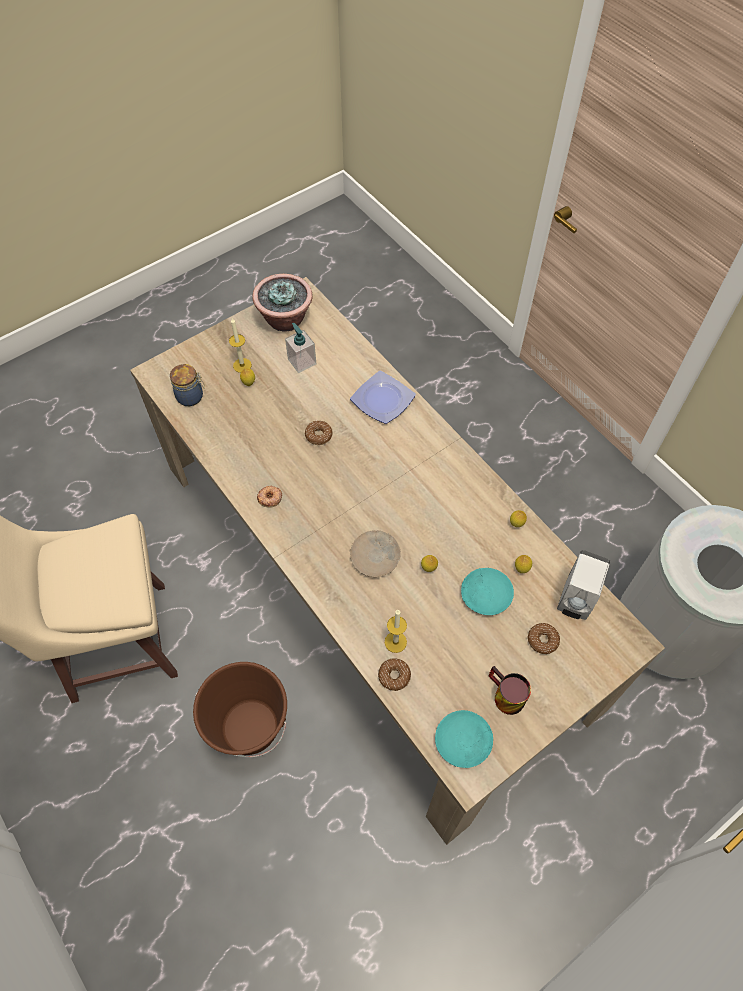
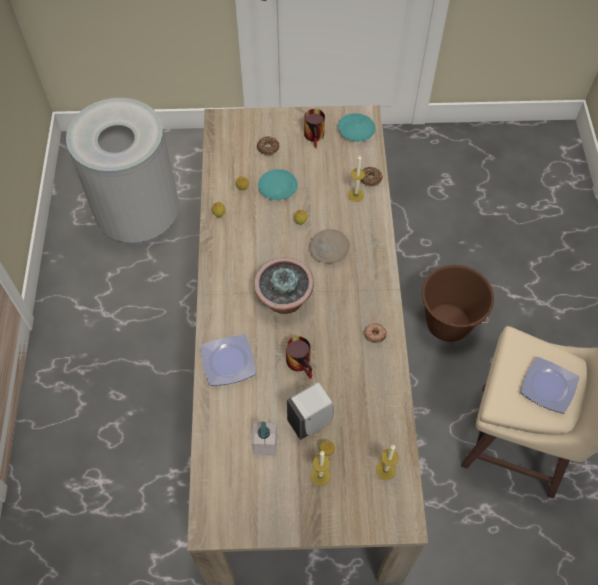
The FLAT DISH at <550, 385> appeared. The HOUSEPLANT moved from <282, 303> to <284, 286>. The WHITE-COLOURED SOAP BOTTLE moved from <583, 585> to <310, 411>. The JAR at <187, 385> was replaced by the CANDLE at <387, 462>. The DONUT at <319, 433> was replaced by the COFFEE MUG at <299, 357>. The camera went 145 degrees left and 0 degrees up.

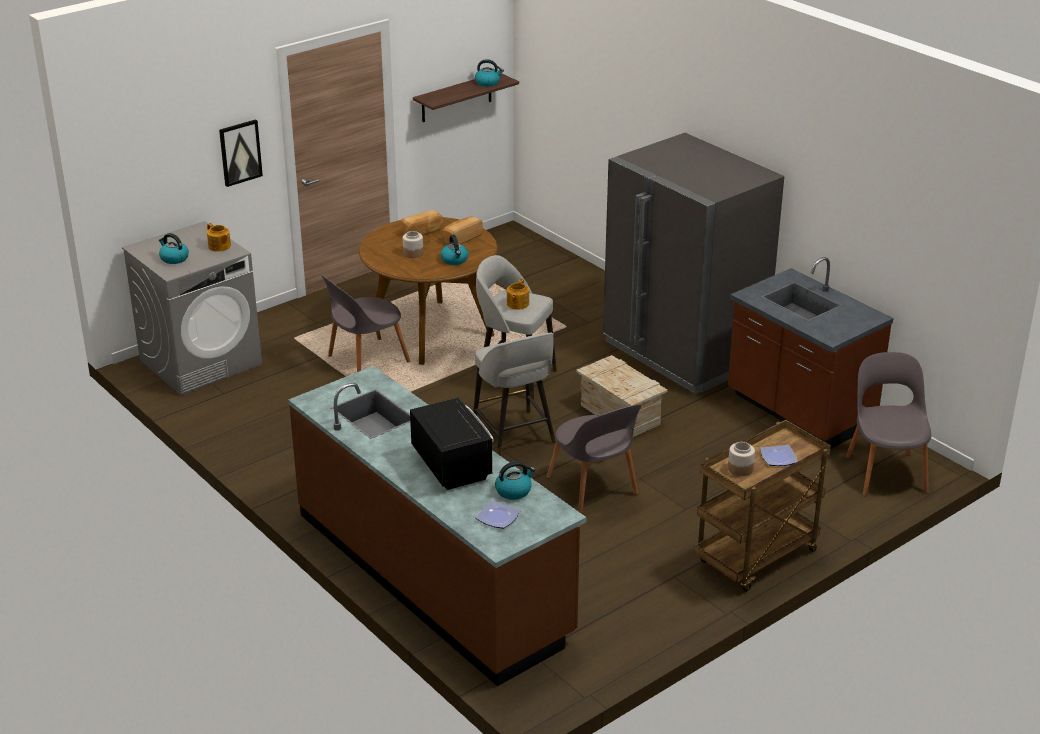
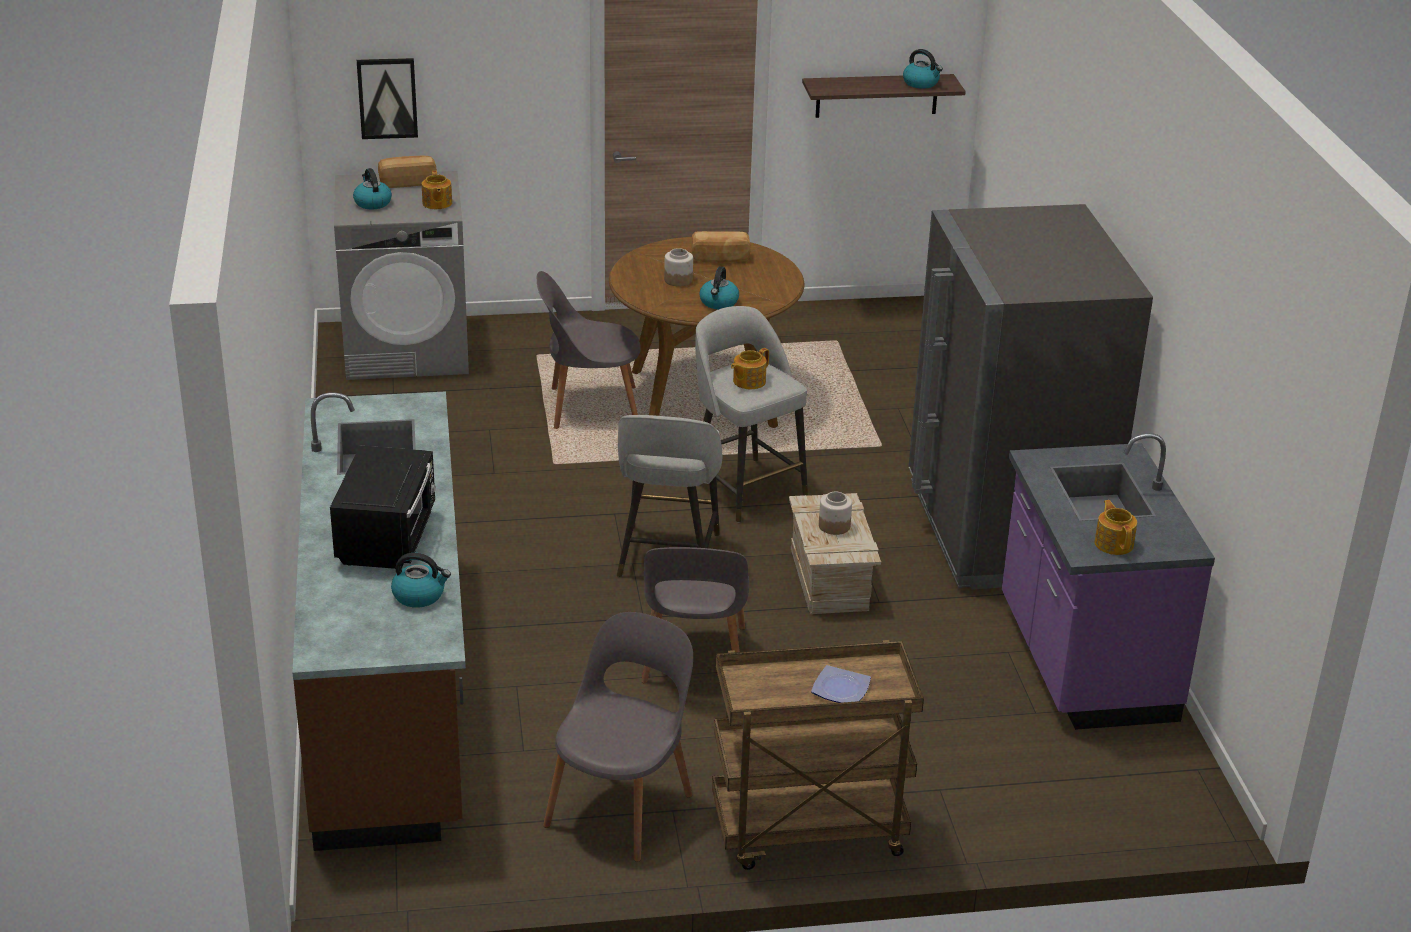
The FLAT DISH at <498, 515> disappeared. The TEA POT at <1116, 527> appeared. The WALL PICTURE moved from <241, 153> to <387, 98>. The BAKED BREAD moved from <463, 230> to <407, 172>. The JAR moved from <741, 459> to <835, 513>. The GREY CHAIR moved from <888, 424> to <618, 737>. The BROWN KITCHEN COUNTER at <810, 353> became the PURPLE-COLOURED KITCHEN COUNTER at <1108, 581>. The camera went 30 degrees right and 0 degrees up.

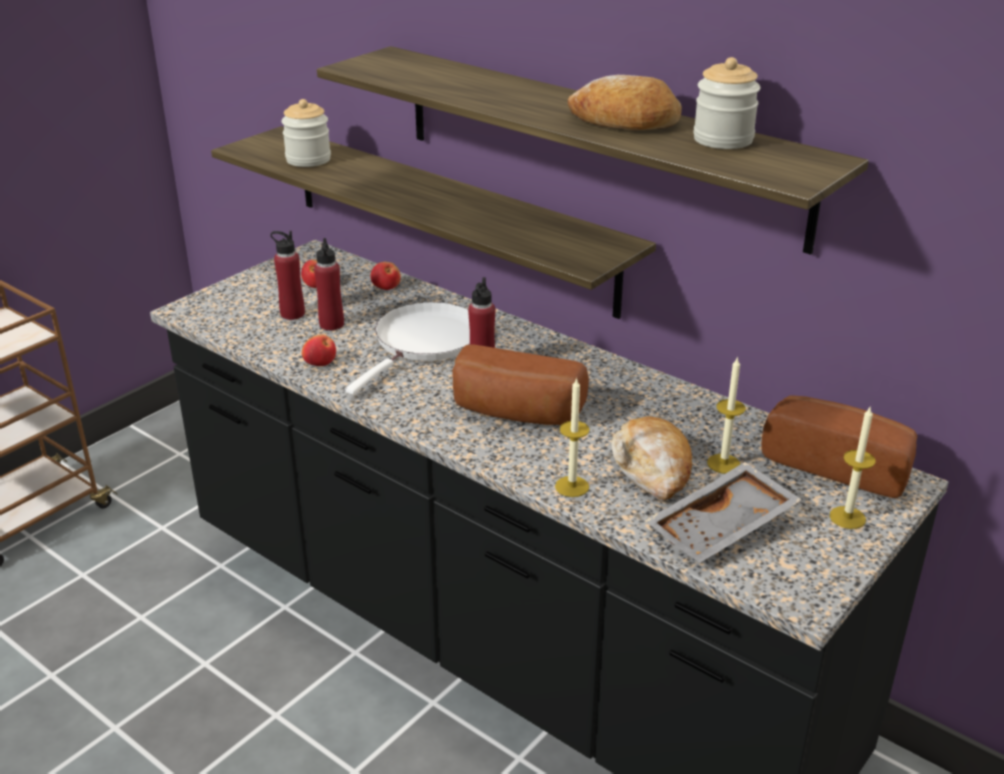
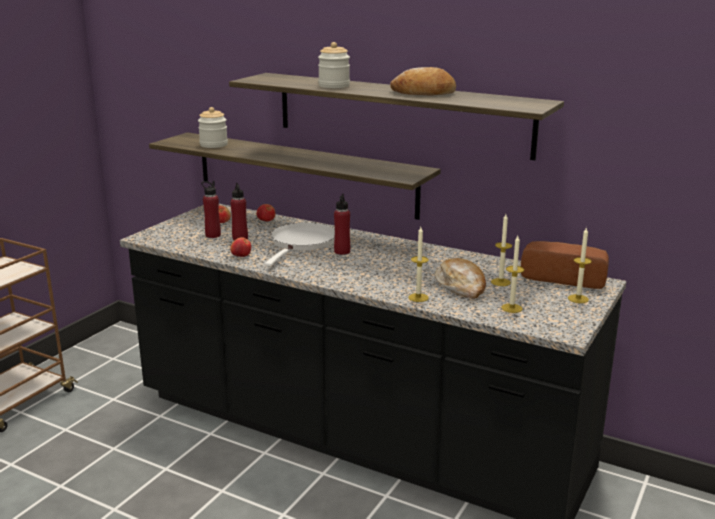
The BAKED BREAD at <520, 385> disappeared. The JAR moved from <726, 103> to <334, 65>. The GREY SERVING TRAY at <723, 512> was replaced by the CANDLE at <512, 274>. The camera went 10 degrees left and 10 degrees down.

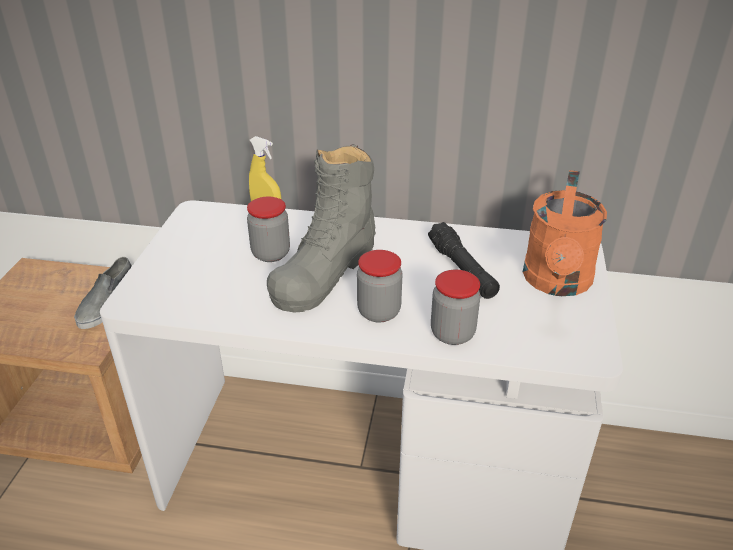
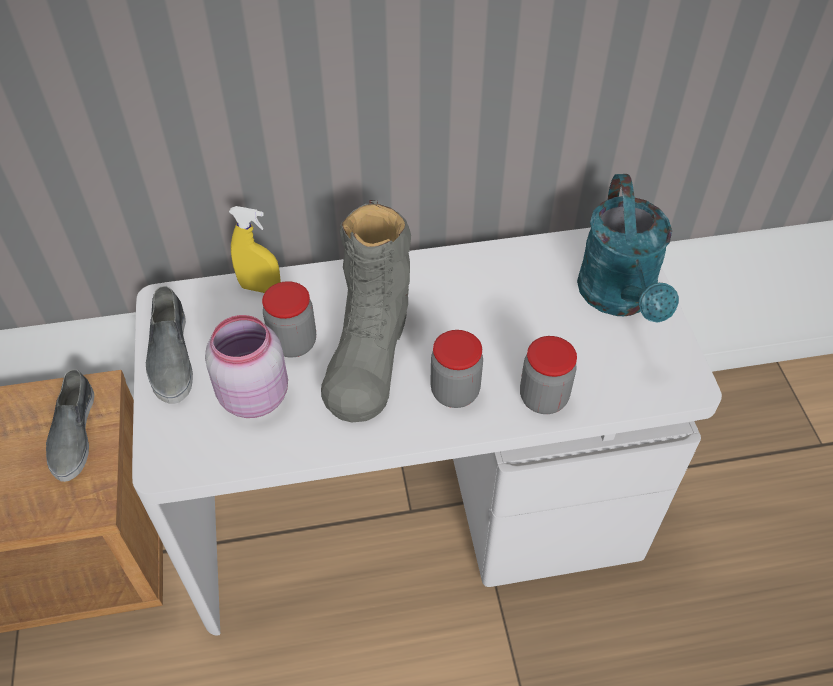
The BLACKISH FLASHLIGHT at <464, 260> disappeared. The GREY ITEM OF FOOTWEAR at <169, 345> appeared. The PINK JAR at <246, 366> appeared. The ORANGE-COLOURED WATERING CAN at <565, 233> became the TURQUOISE WATERING CAN at <628, 248>. The camera went 20 degrees left and 15 degrees up.

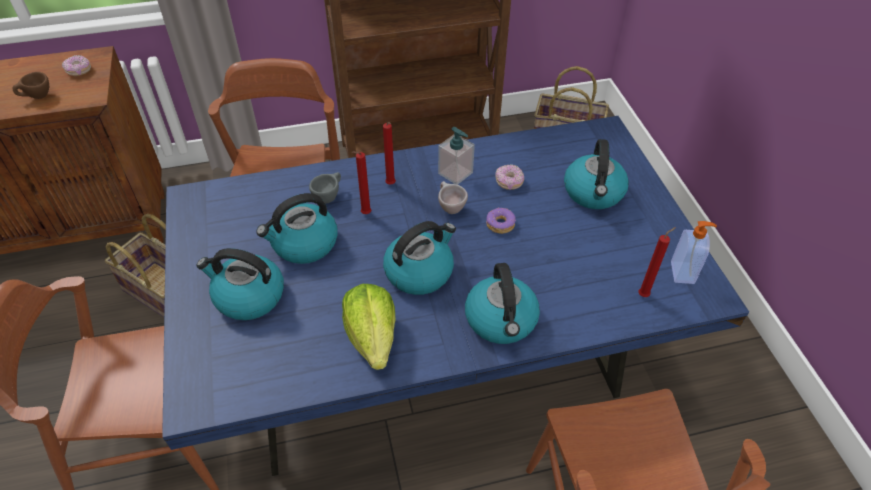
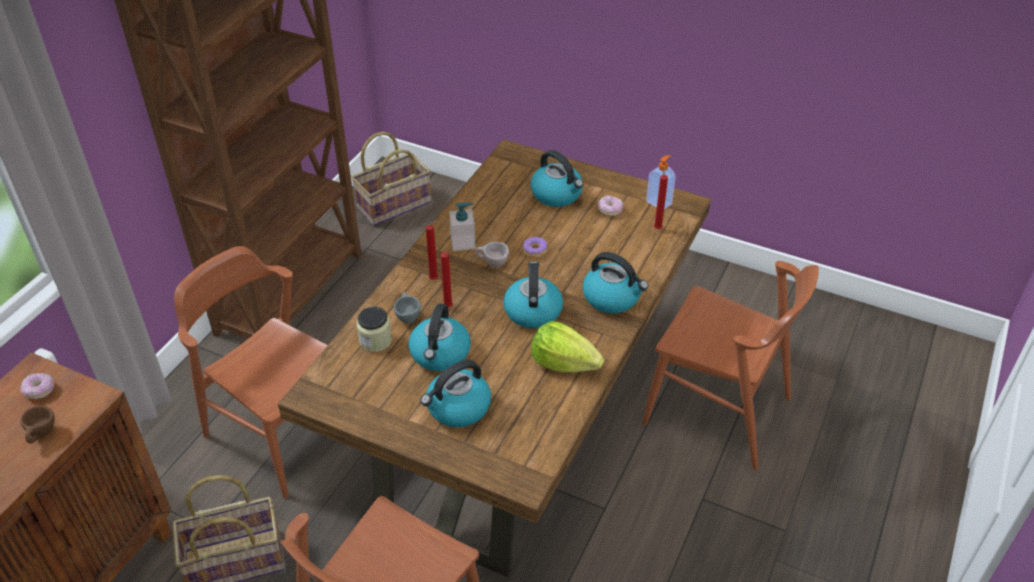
The JAR at <374, 329> appeared. The DONUT moved from <510, 177> to <610, 205>. The BLUE KITCHEN TABLE at <455, 296> became the BROWN KITCHEN TABLE at <494, 358>. The camera went 50 degrees left and 5 degrees down.

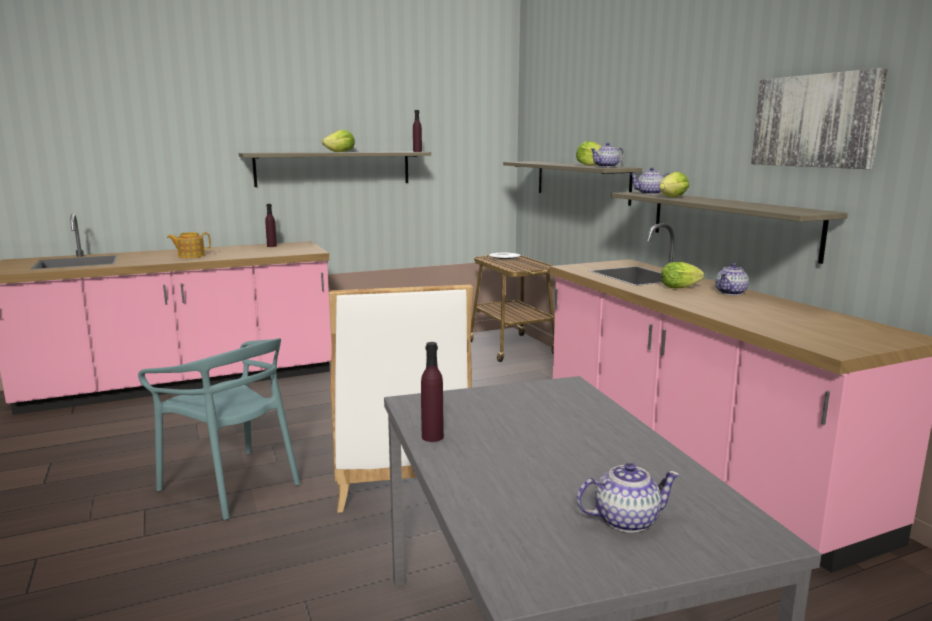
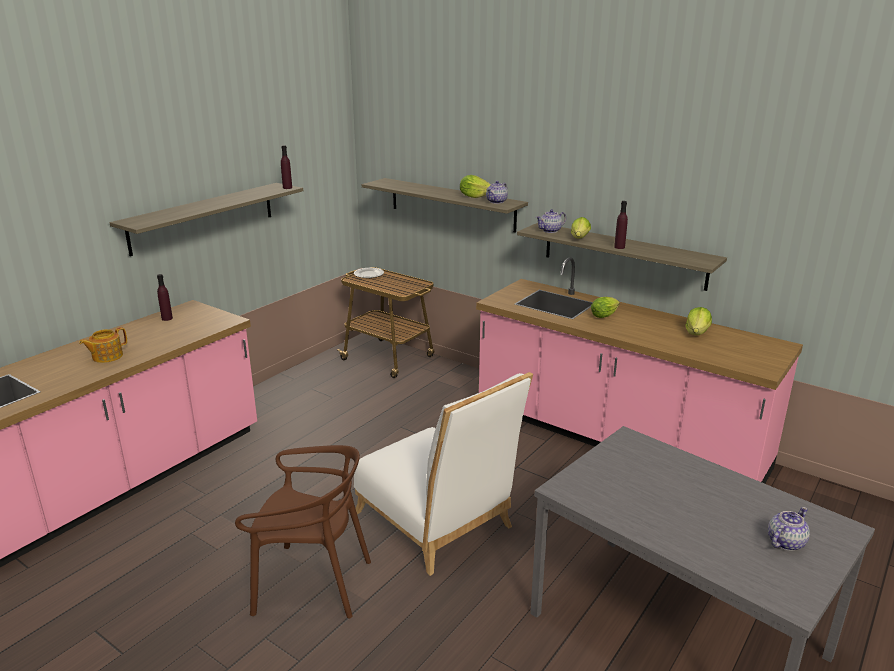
The TEA POT at <732, 279> disappeared. The WALL PICTURE at <819, 118> disappeared. The LETTUCE moved from <338, 141> to <698, 321>. The PURPLE-COLOURED DRINK BOTTLE moved from <432, 392> to <621, 225>. The TURQUOISE CHAIR at <219, 429> became the BROWN CHAIR at <303, 531>. The camera went 30 degrees left and 10 degrees up.

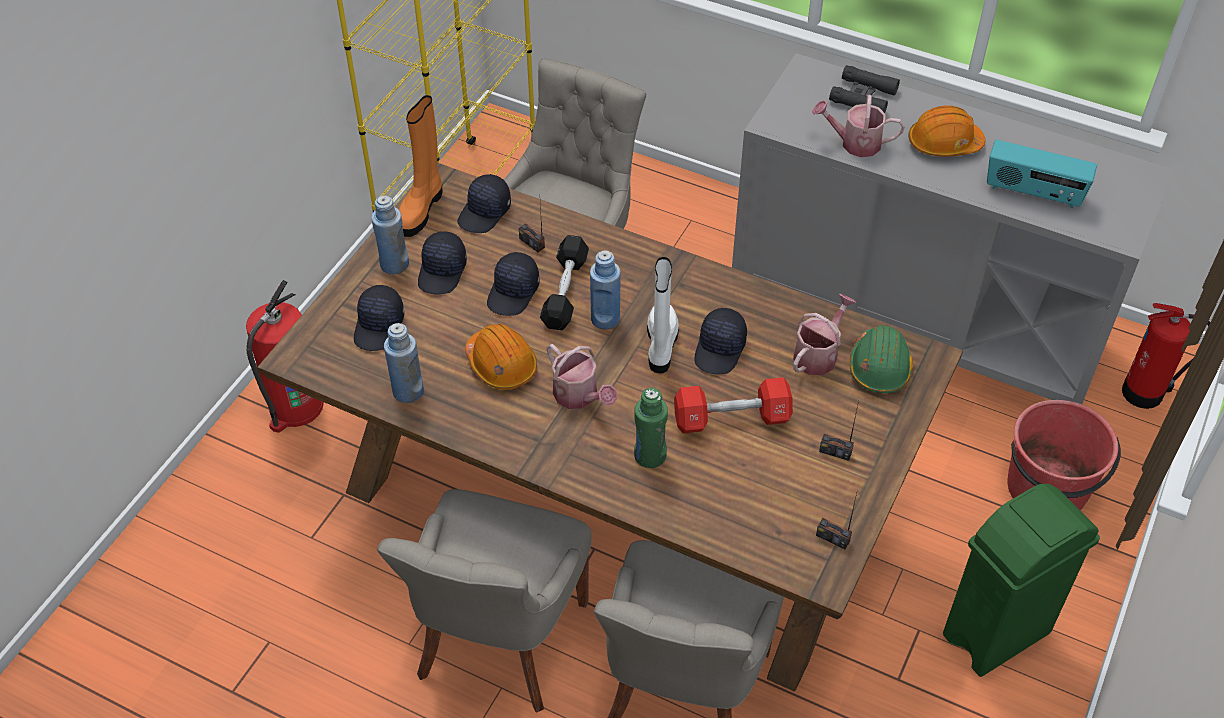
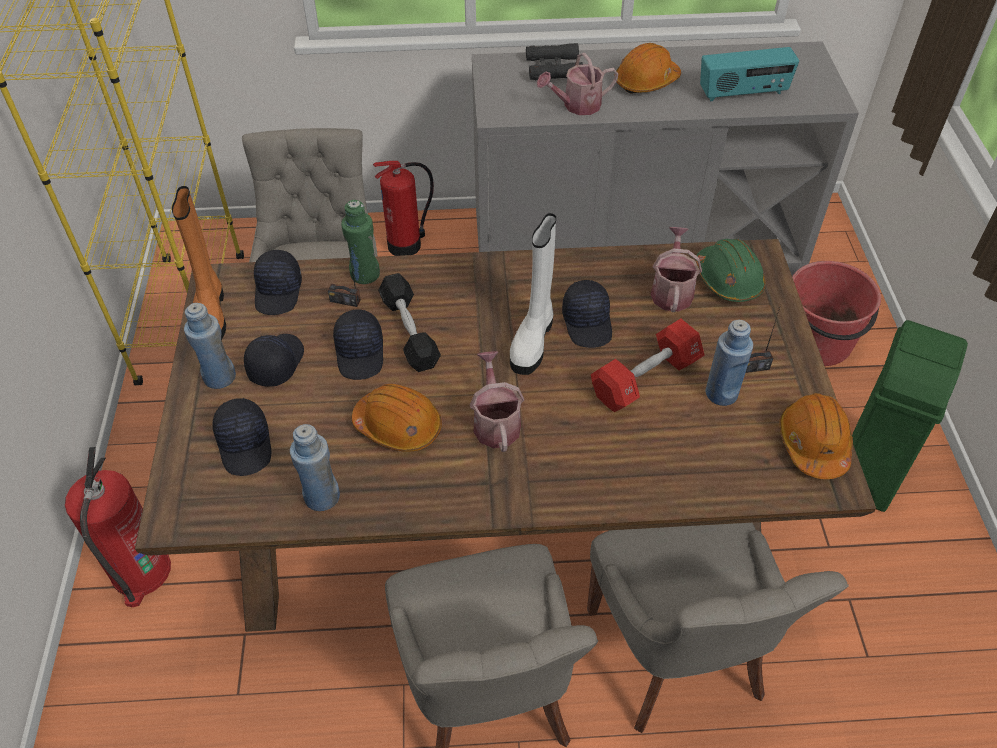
The BLUE DRINK BOTTLE moved from <605, 290> to <729, 363>. The GREEN DRINK BOTTLE moved from <651, 428> to <360, 242>. The FIRE EXTINGUISHER moved from <1166, 356> to <403, 208>. The RADIO at <836, 521> was replaced by the ORANGE-COLOURED SAFETY HELMET at <816, 436>. The BLACKISH PEAKED CAP at <442, 263> turned 150 degrees counterclockwise. The WATERING CAN at <582, 376> turned 120 degrees counterclockwise. The WHITE-COLOURED TALL BOOT at <663, 315> turned 135 degrees counterclockwise. The camera went 30 degrees left and 0 degrees up.

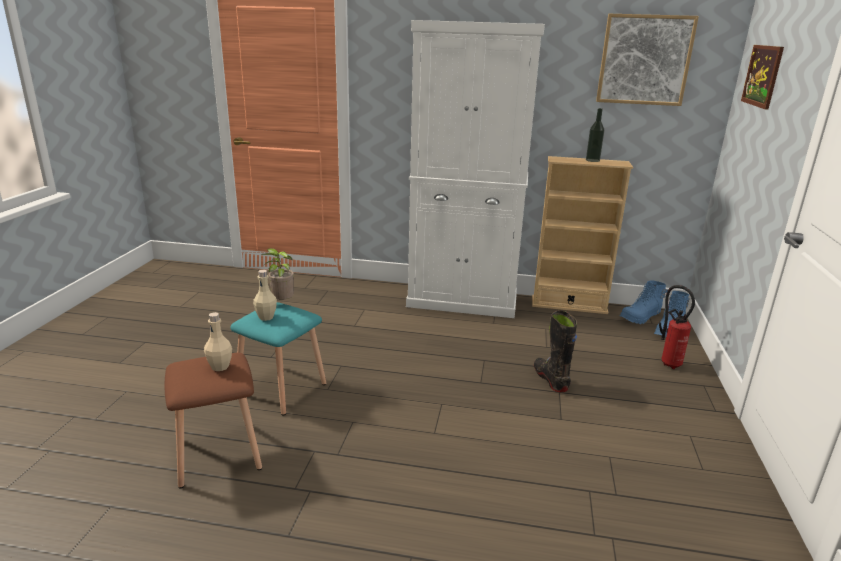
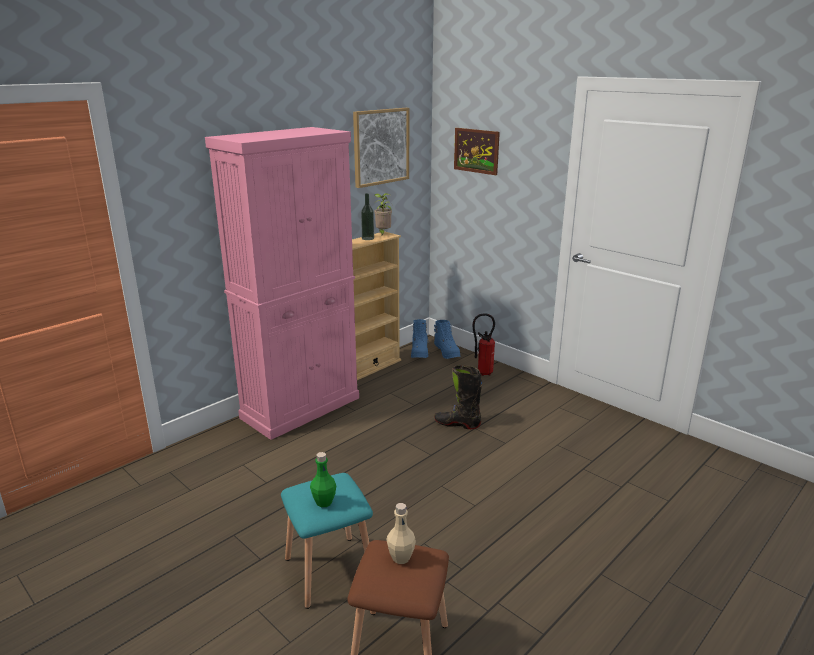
The HOUSEPLANT moved from <277, 274> to <383, 214>. The BEIGE-COLOURED DRINK BOTTLE at <265, 295> became the GREEN DRINK BOTTLE at <323, 479>. The WHITE-COLOURED CABINET at <475, 169> became the PINK CABINET at <282, 283>. The camera went 55 degrees left and 0 degrees up.

